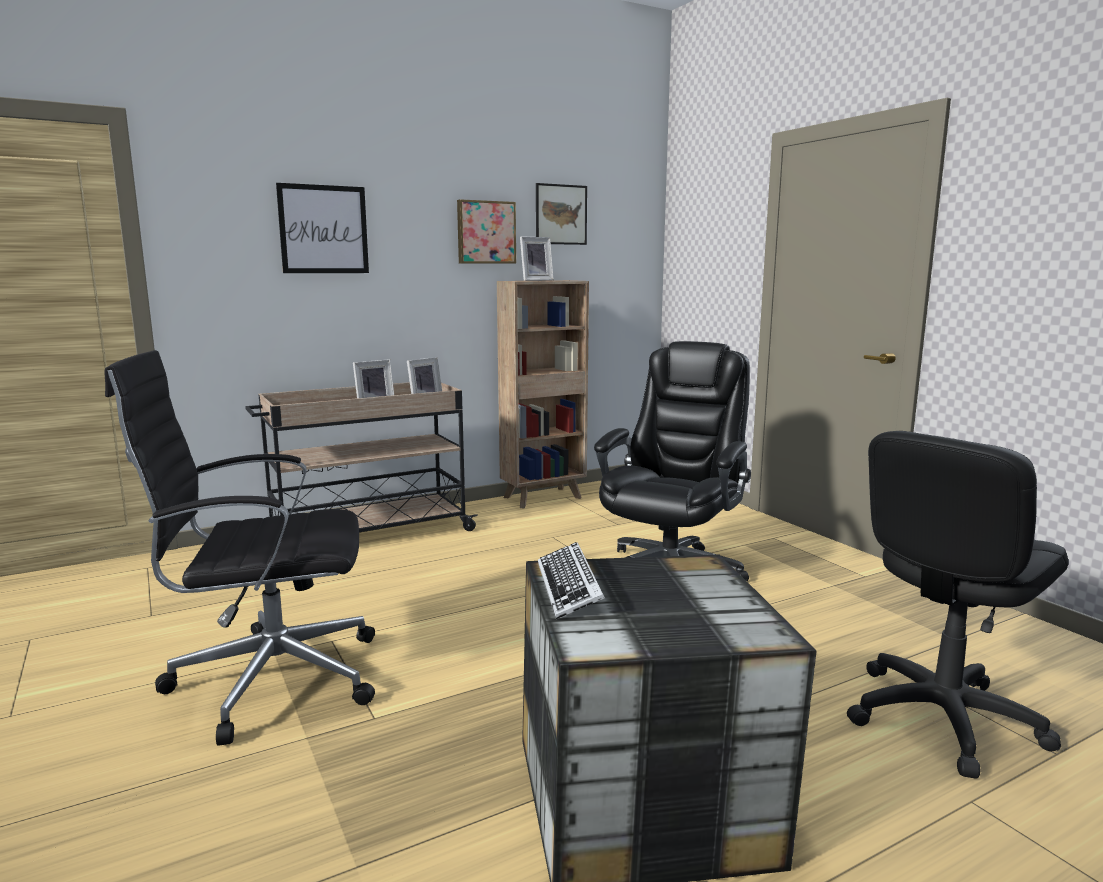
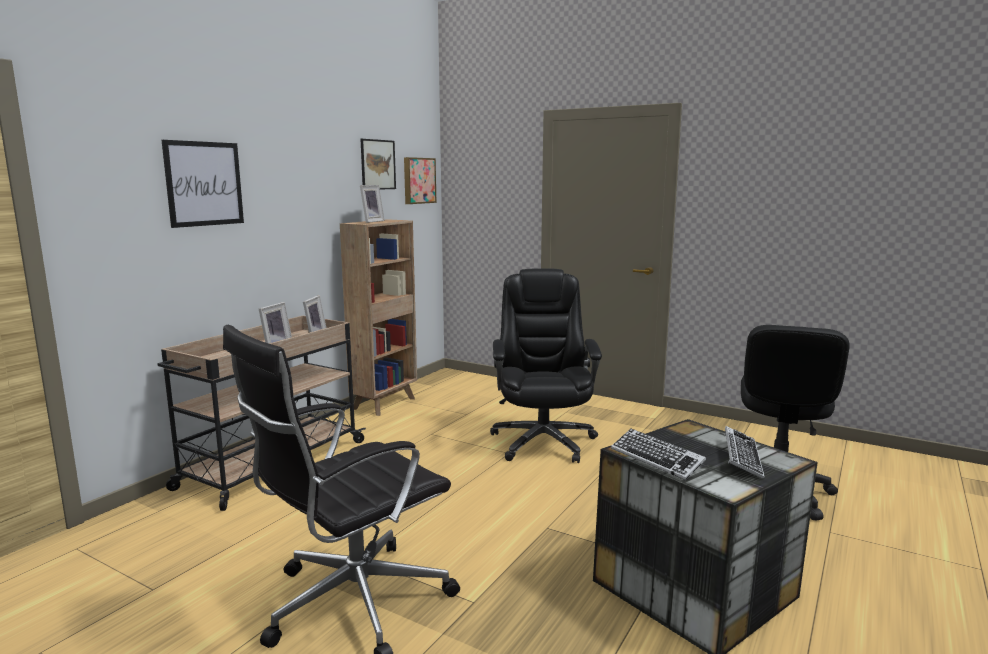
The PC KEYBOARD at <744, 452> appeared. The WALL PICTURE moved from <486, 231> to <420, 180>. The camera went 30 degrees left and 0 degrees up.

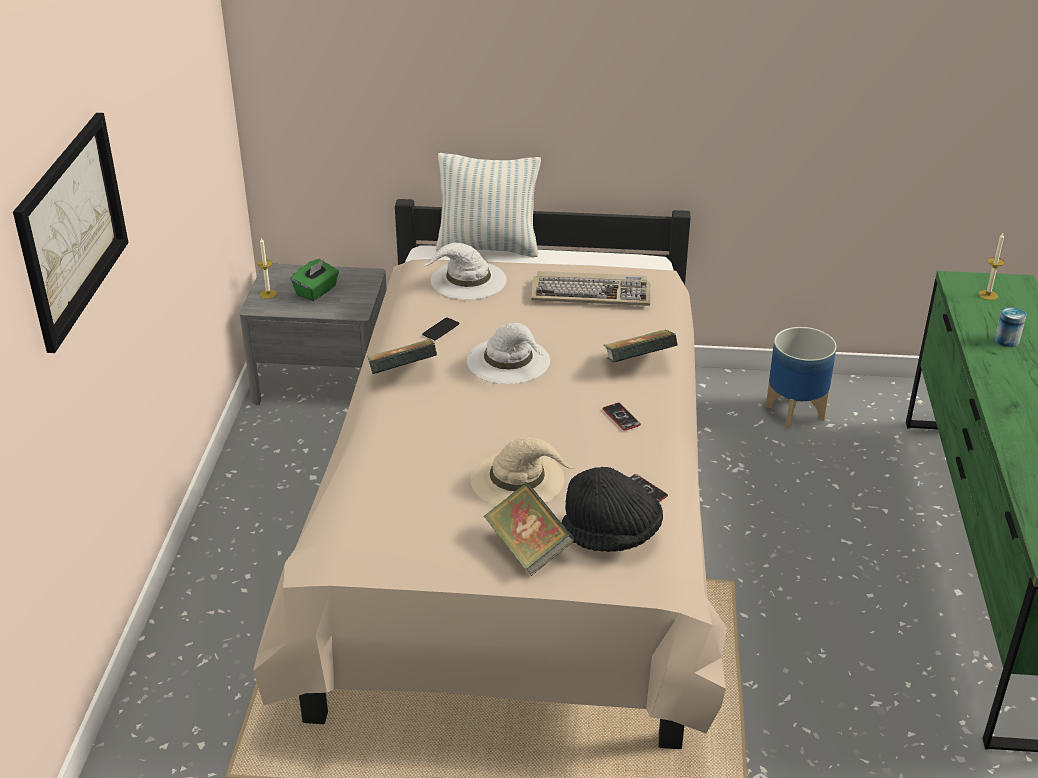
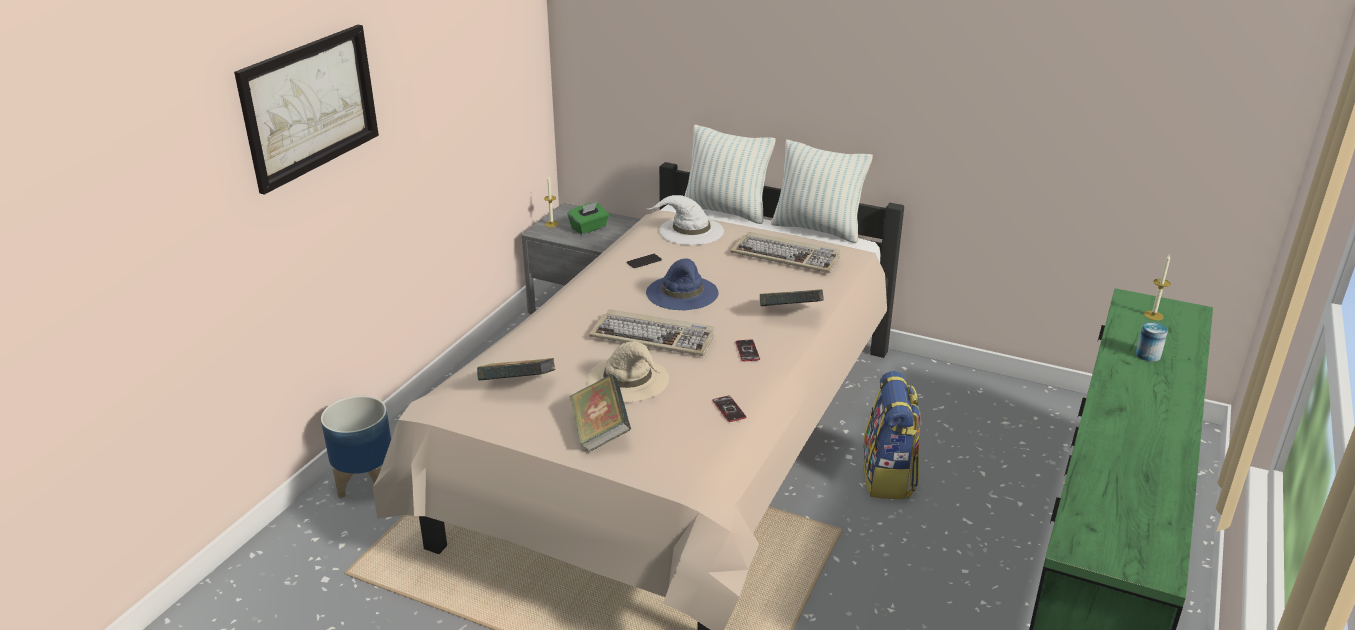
The BLACKISH CLOTHING HAT at <612, 509> disappeared. The PC KEYBOARD at <652, 332> appeared. The PILLOW at <822, 191> appeared. The BACKPACK at <892, 435> appeared. The VOLUME moved from <402, 356> to <516, 369>. The PLANTER moved from <801, 378> to <356, 447>. The WHITE-COLOURED CLOTHING HAT at <508, 353> became the BLUE CLOTHING HAT at <682, 284>. The camera went 20 degrees right and 5 degrees down.

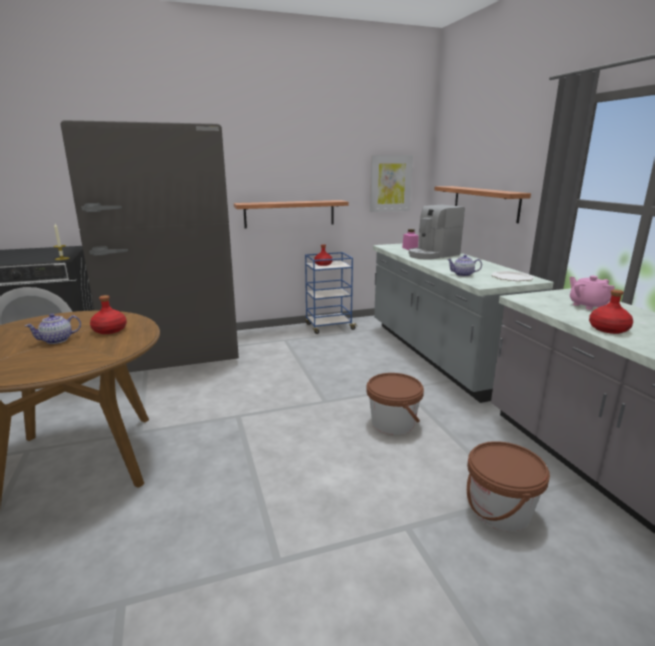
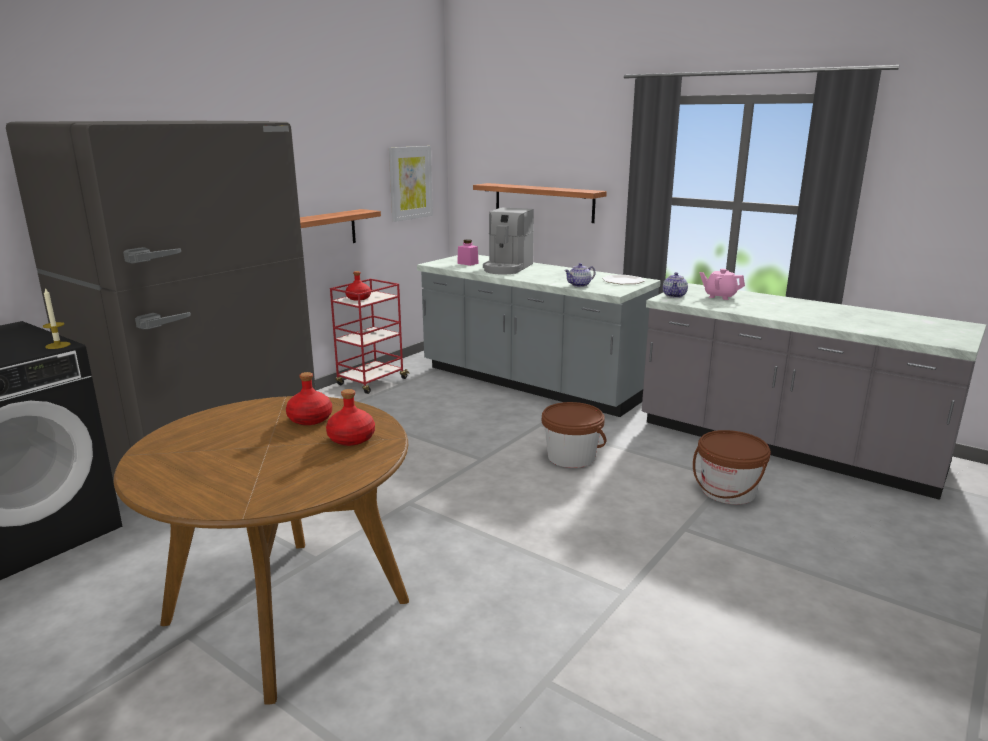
The TEA POT moved from <53, 329> to <675, 285>. The REDDISH DRINK BOTTLE moved from <611, 311> to <350, 417>. The BLUE TROLLEY at <331, 293> became the REDDISH TROLLEY at <370, 336>. The camera went 35 degrees left and 0 degrees up.

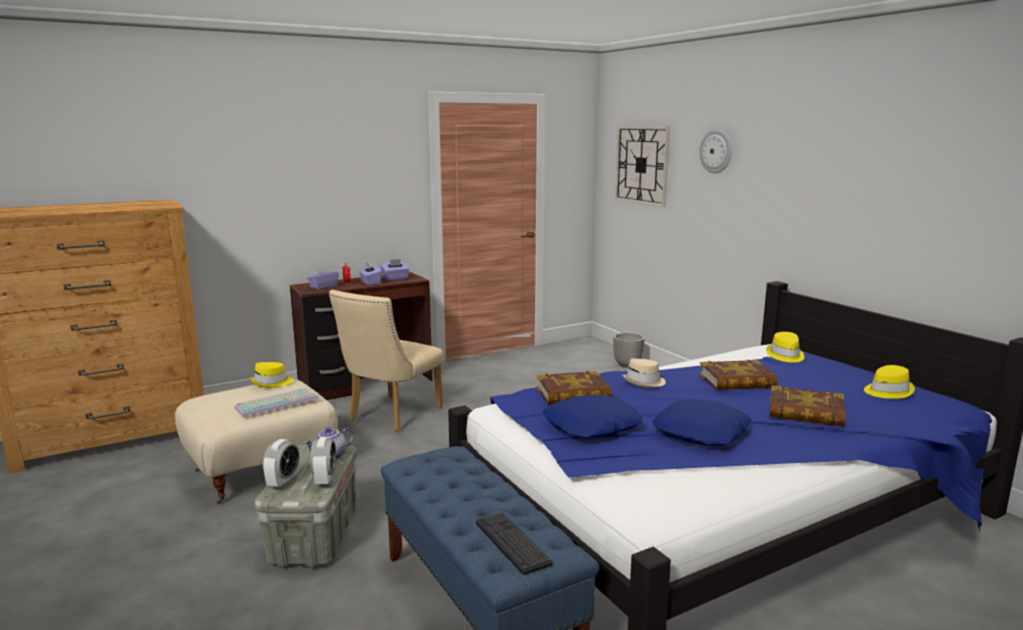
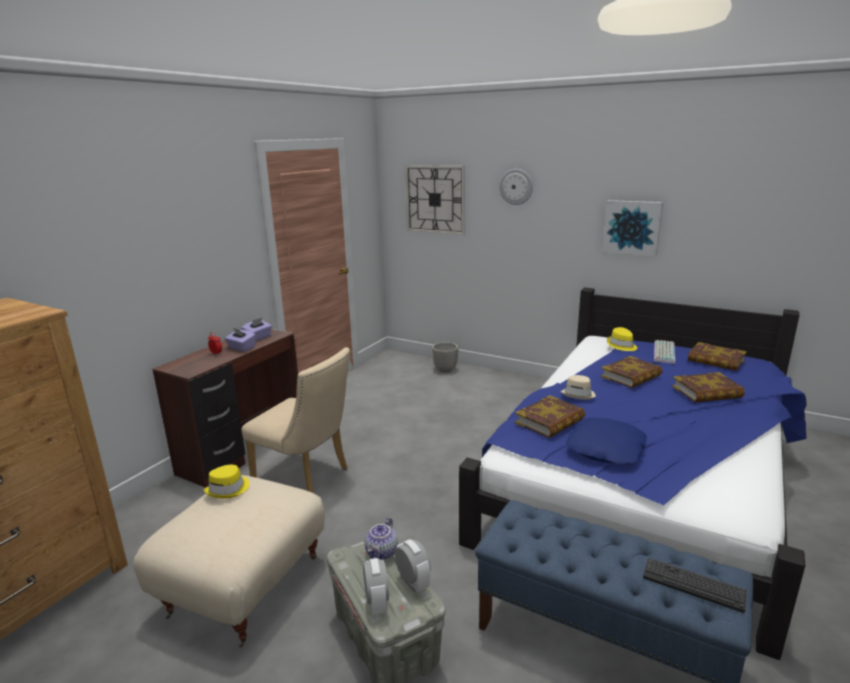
The PURPLE-COLOURED BOX OF TISSUES at <323, 277> disappeared. The BLUE PILLOW at <702, 422> disappeared. The WALL PICTURE at <633, 228> appeared. The PC KEYBOARD moved from <276, 402> to <664, 352>. The YELLOW CLOTHING HAT at <889, 382> was replaced by the VOLUME at <717, 356>. The BEIGE-COLOURED CHAIR at <386, 361> turned 60 degrees counterclockwise. The camera went 30 degrees left and 5 degrees up.

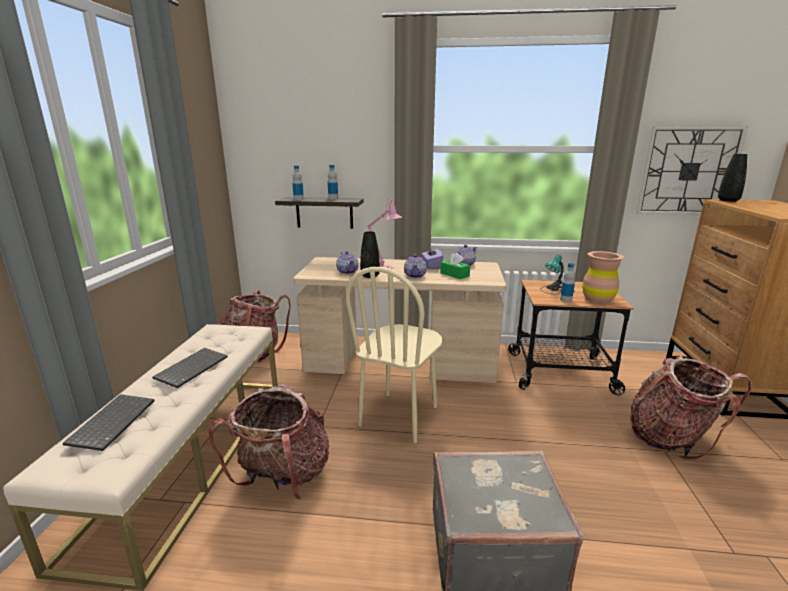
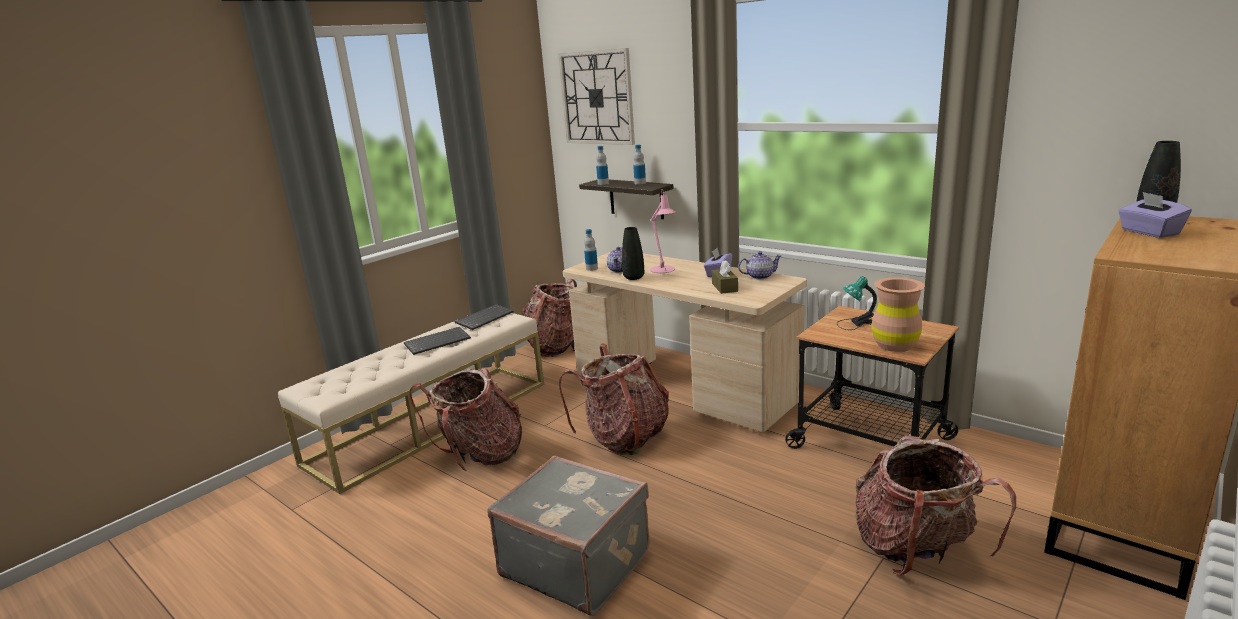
The TEA POT at <415, 266> disappeared. The PURPLE-COLOURED BOX OF TISSUES at <1155, 215> appeared. The PC KEYBOARD moved from <109, 422> to <484, 317>. The DRINK BOTTLE moved from <567, 282> to <591, 250>. The HANGING CLOCK moved from <692, 170> to <597, 96>. The BEIGE-COLOURED CHAIR at <394, 355> was replaced by the BACKPACK at <614, 399>. The GREEN BOX OF TISSUES at <455, 265> became the BROWN BOX OF TISSUES at <725, 277>. The camera went 35 degrees right and 0 degrees up.

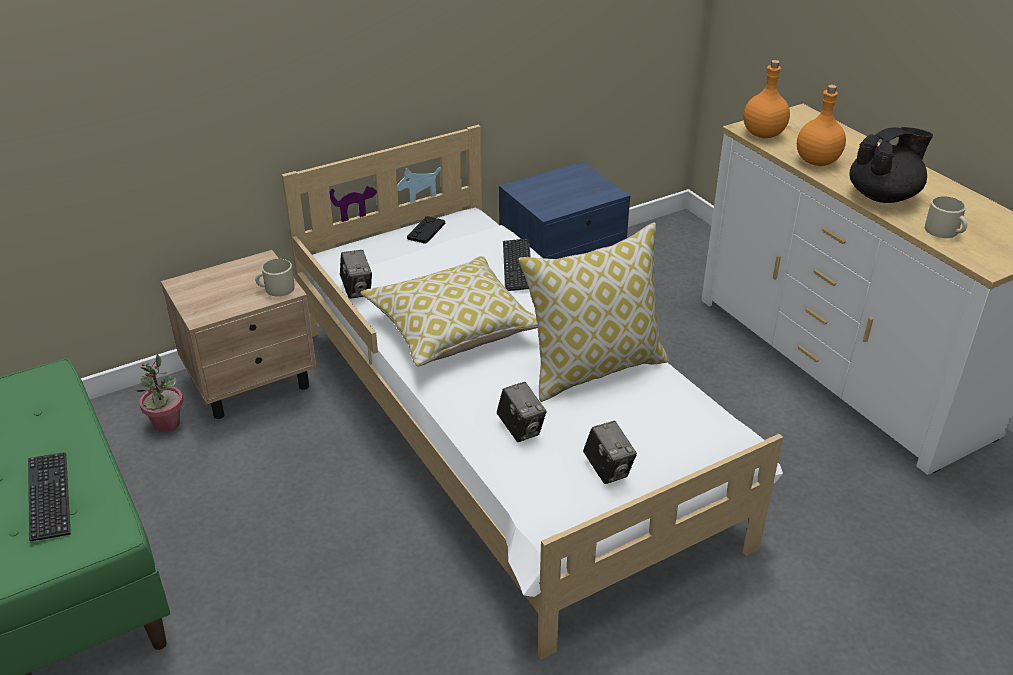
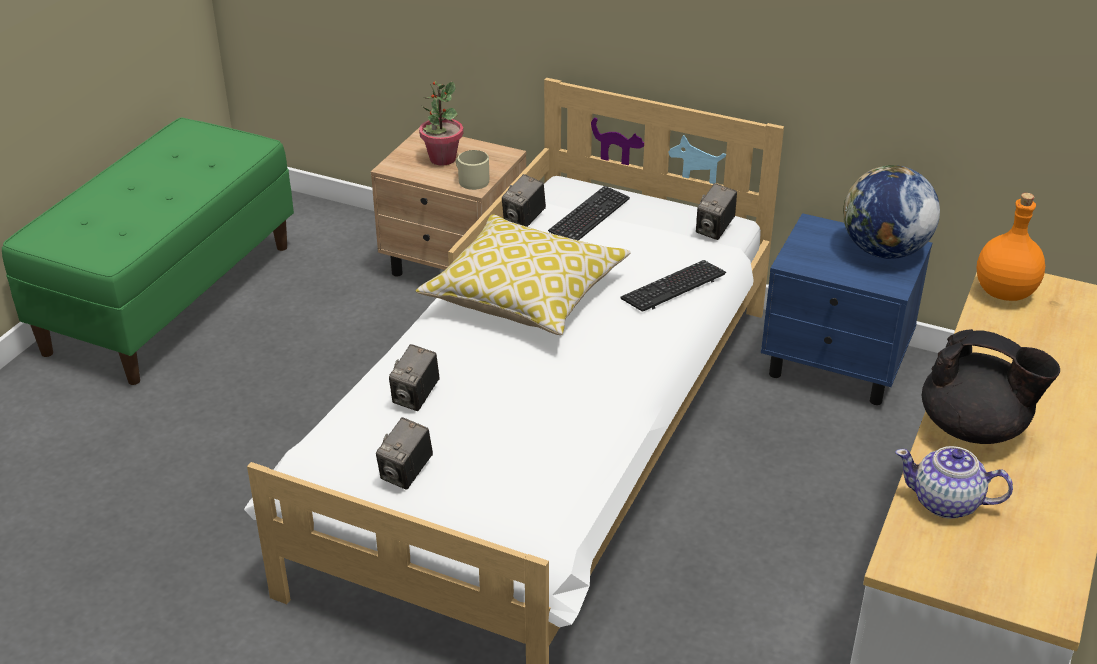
The BLACKISH JOYPAD at <426, 230> disappeared. The PILLOW at <593, 312> disappeared. The ORANGE-COLOURED DRINK BOTTLE at <821, 125> disappeared. The PHOTO CAMERA at <716, 211> appeared. The DESK GLOBE at <891, 212> appeared. The PC KEYBOARD moved from <49, 497> to <589, 213>. The HOUSEPLANT moved from <159, 393> to <441, 123>. The BEIGE-COLOURED COFFEE MUG at <946, 217> was replaced by the TEA POT at <954, 482>. The camera went 55 degrees right and 0 degrees up.

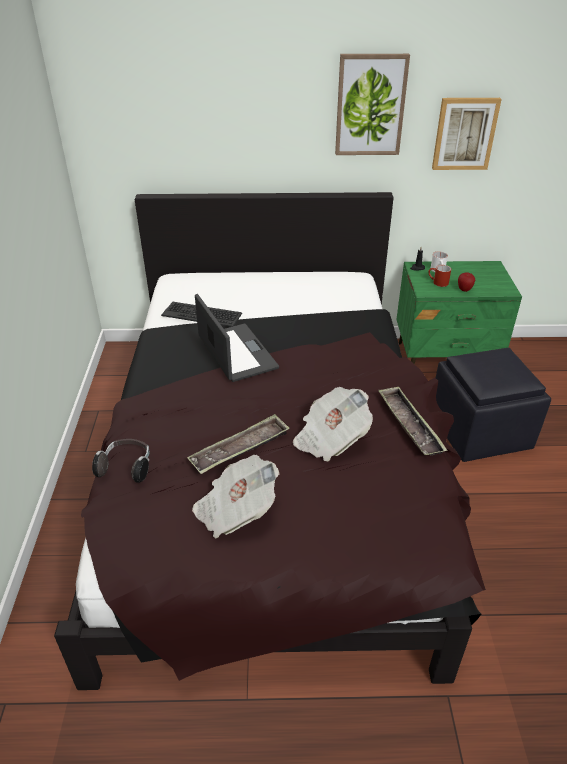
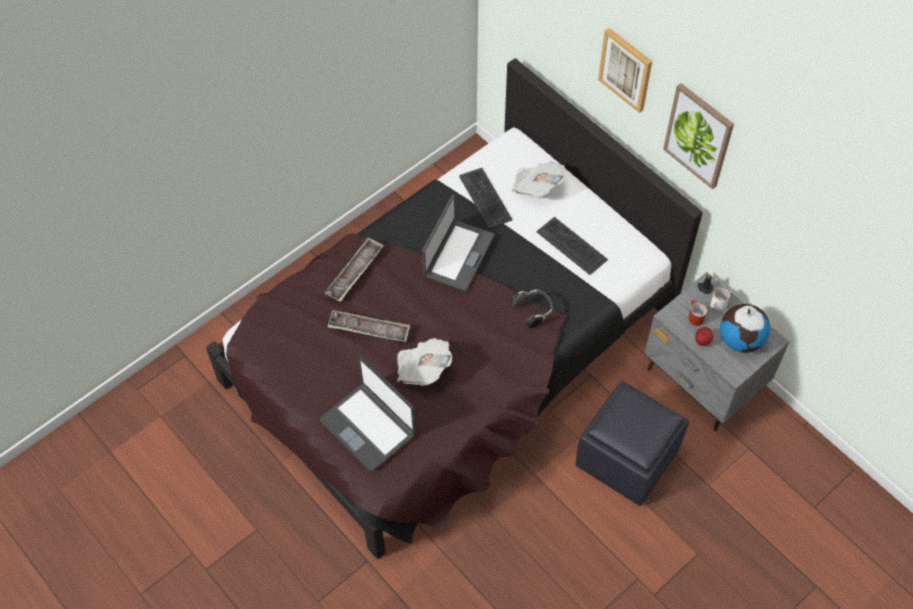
The PORTABLE COMPUTER at <368, 413> appeared. The PC KEYBOARD at <572, 246> appeared. The DESK GLOBE at <745, 328> appeared. The HEADPHONES moved from <121, 461> to <531, 308>. The NEWSPAPER moved from <235, 496> to <538, 179>. The SERVING TRAY moved from <413, 421> to <354, 269>. The WALL PICTURE moved from <467, 134> to <625, 70>. The GREEN BEDSIDE TABLE at <459, 312> became the GREY BEDSIDE TABLE at <717, 351>. The camera went 50 degrees right and 20 degrees up.

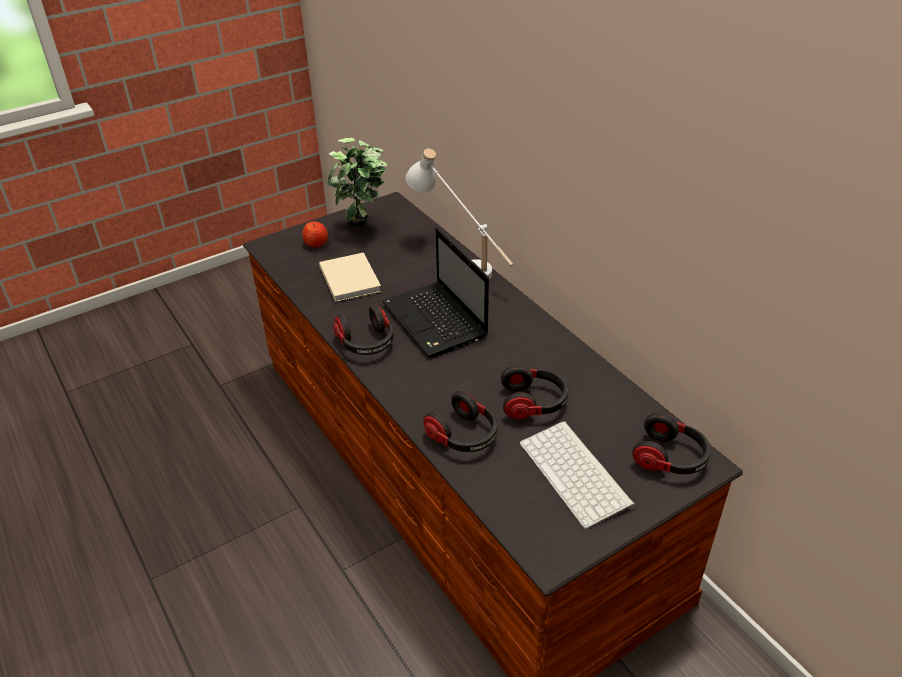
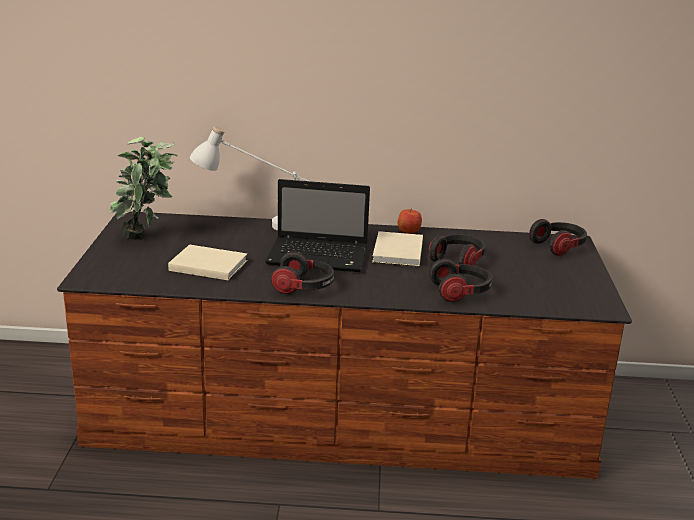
The PC KEYBOARD at <577, 475> disappeared. The BEIGE-COLOURED VOLUME at <397, 249> appeared. The APPLE moved from <315, 234> to <410, 220>. The camera went 55 degrees left and 15 degrees down.

